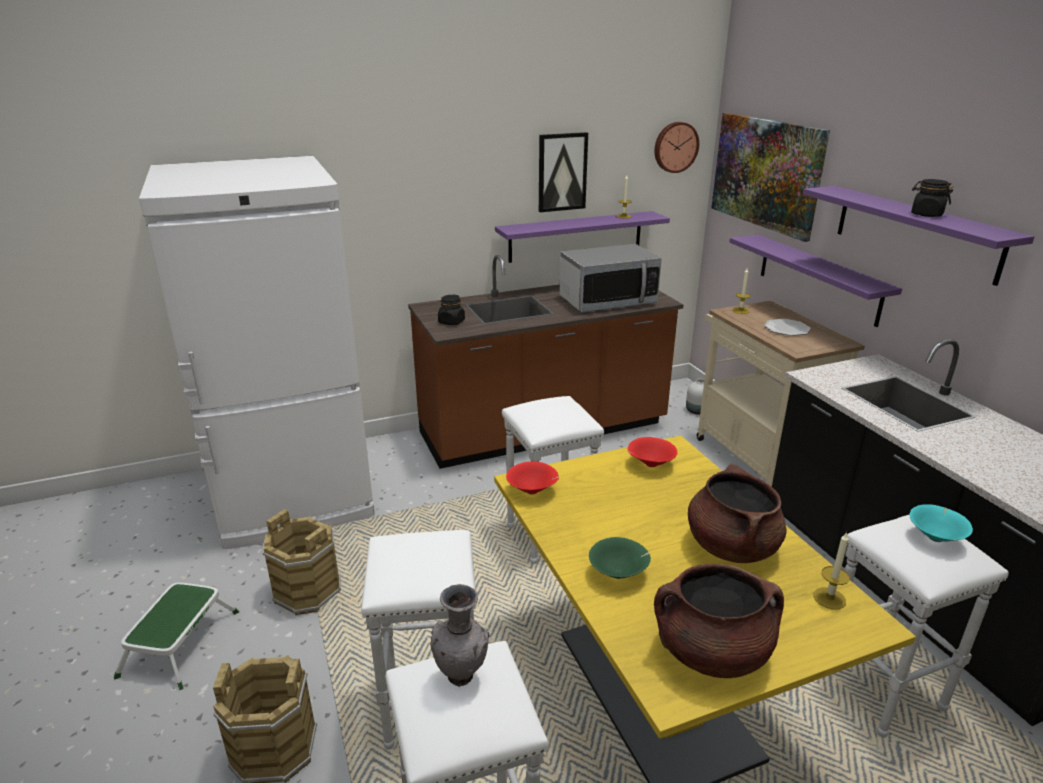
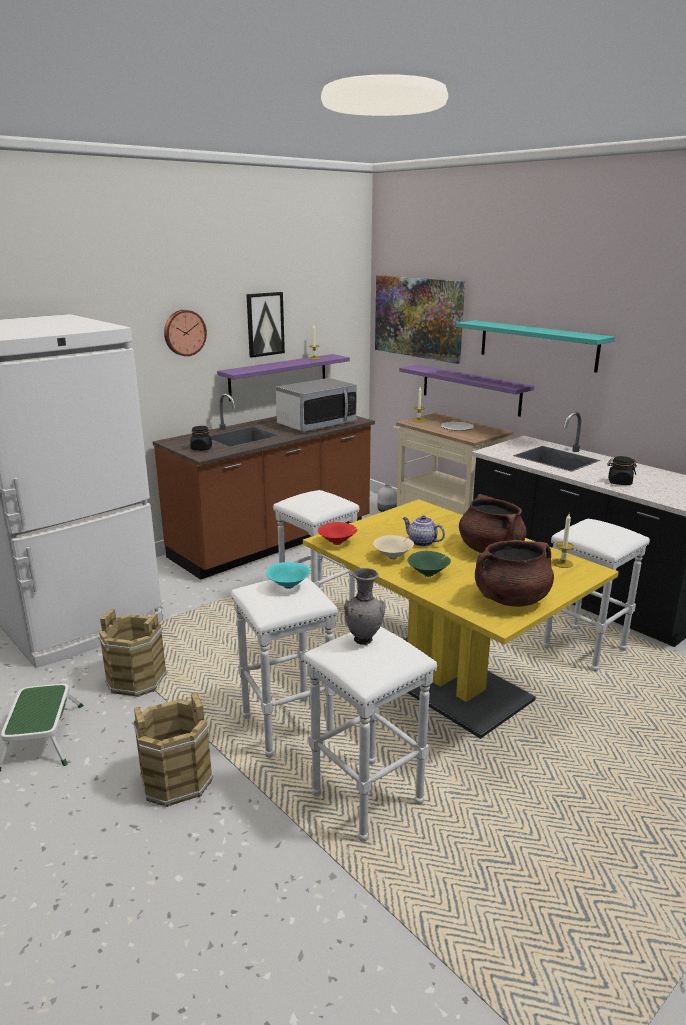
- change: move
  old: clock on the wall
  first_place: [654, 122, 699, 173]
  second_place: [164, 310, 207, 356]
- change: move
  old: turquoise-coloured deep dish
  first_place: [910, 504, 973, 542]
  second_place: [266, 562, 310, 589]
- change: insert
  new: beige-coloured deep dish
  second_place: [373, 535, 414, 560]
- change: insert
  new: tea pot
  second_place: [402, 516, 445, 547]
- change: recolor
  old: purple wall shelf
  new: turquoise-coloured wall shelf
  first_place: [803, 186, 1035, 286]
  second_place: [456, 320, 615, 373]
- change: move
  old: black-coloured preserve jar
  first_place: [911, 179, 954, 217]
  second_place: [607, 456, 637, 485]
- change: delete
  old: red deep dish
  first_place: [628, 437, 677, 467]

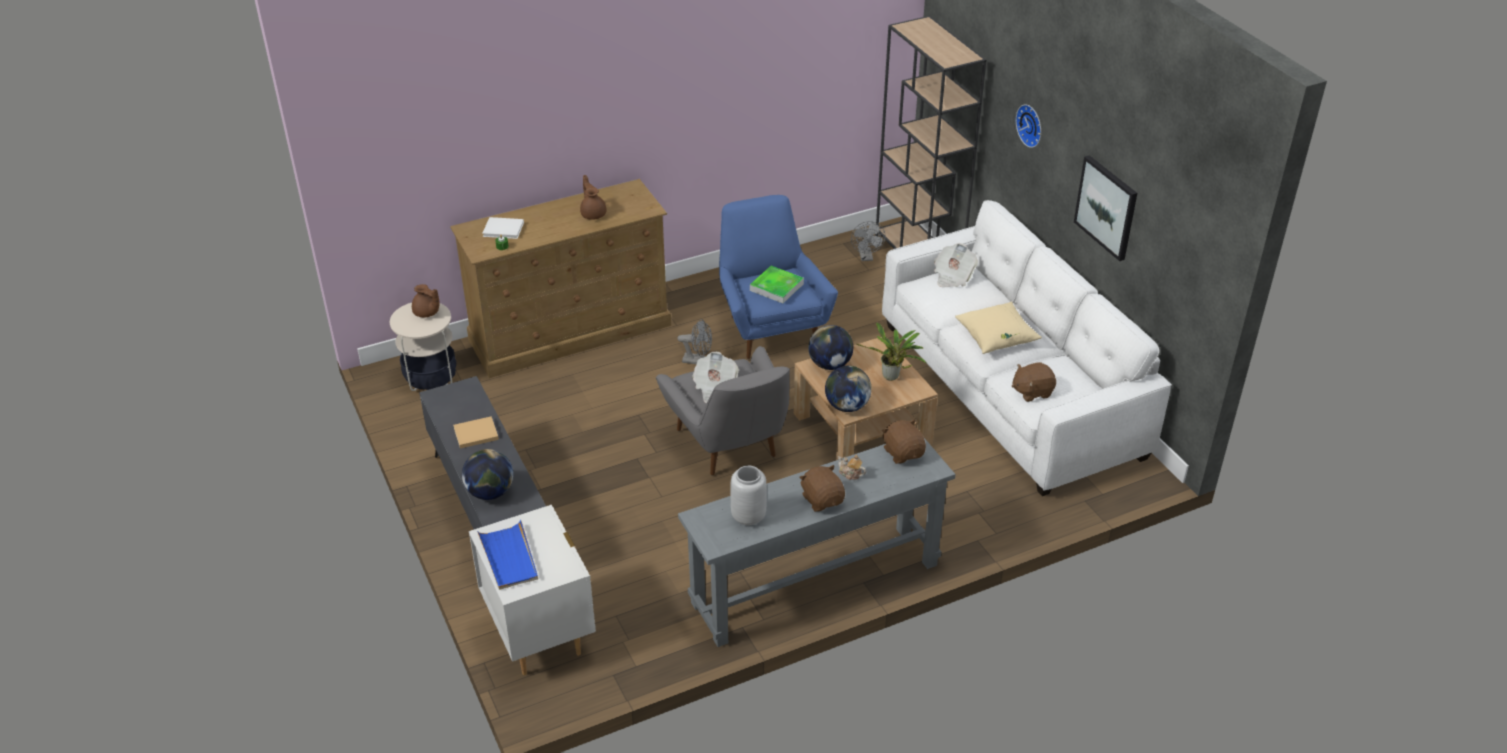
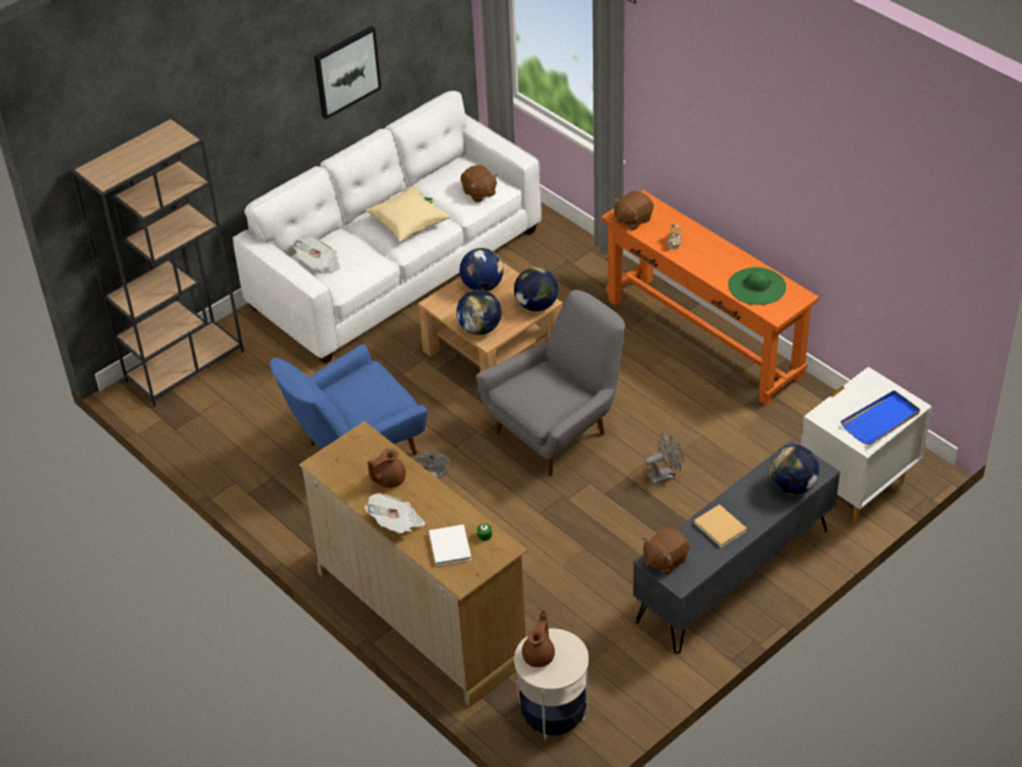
- change: move
  old: daily paper
  first_place: [692, 352, 739, 403]
  second_place: [364, 493, 426, 534]
- change: replace
  old: potted plant
  new: desk globe
  first_place: [857, 322, 927, 381]
  second_place: [460, 248, 503, 291]
- change: recolor
  old: gray hall table
  new: orange hall table
  first_place: [678, 438, 956, 647]
  second_place: [601, 190, 819, 405]
- change: move
  old: brown-coloured soft toy
  first_place: [799, 465, 845, 512]
  second_place: [643, 527, 690, 575]
- change: move
  old: gray cooling fan
  first_place: [851, 221, 886, 261]
  second_place: [645, 432, 684, 485]
- change: replace
  old: gray vase
  new: green hat
  first_place: [731, 466, 767, 526]
  second_place: [728, 267, 786, 305]
- change: delete
  old: tray
  first_place: [750, 266, 804, 303]
- change: delete
  old: clock on the wall
  first_place: [1016, 104, 1041, 148]

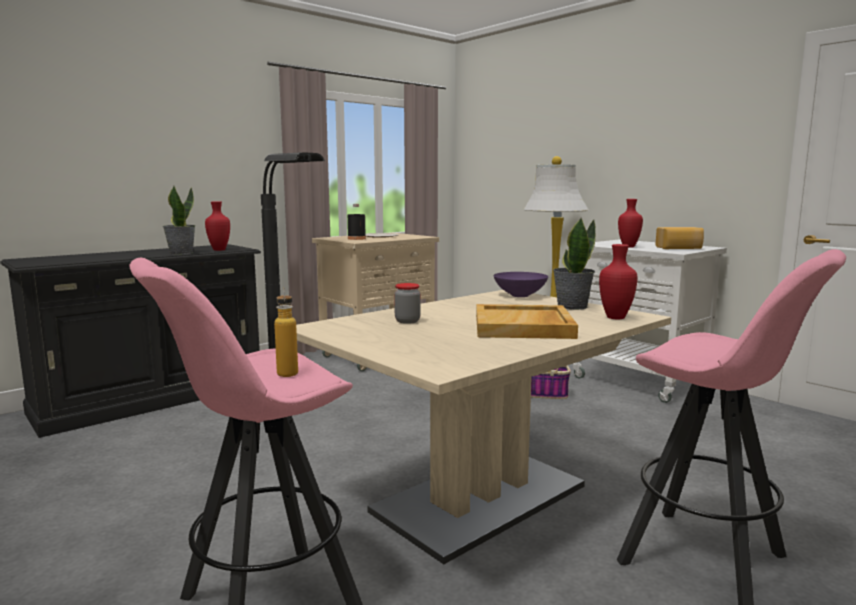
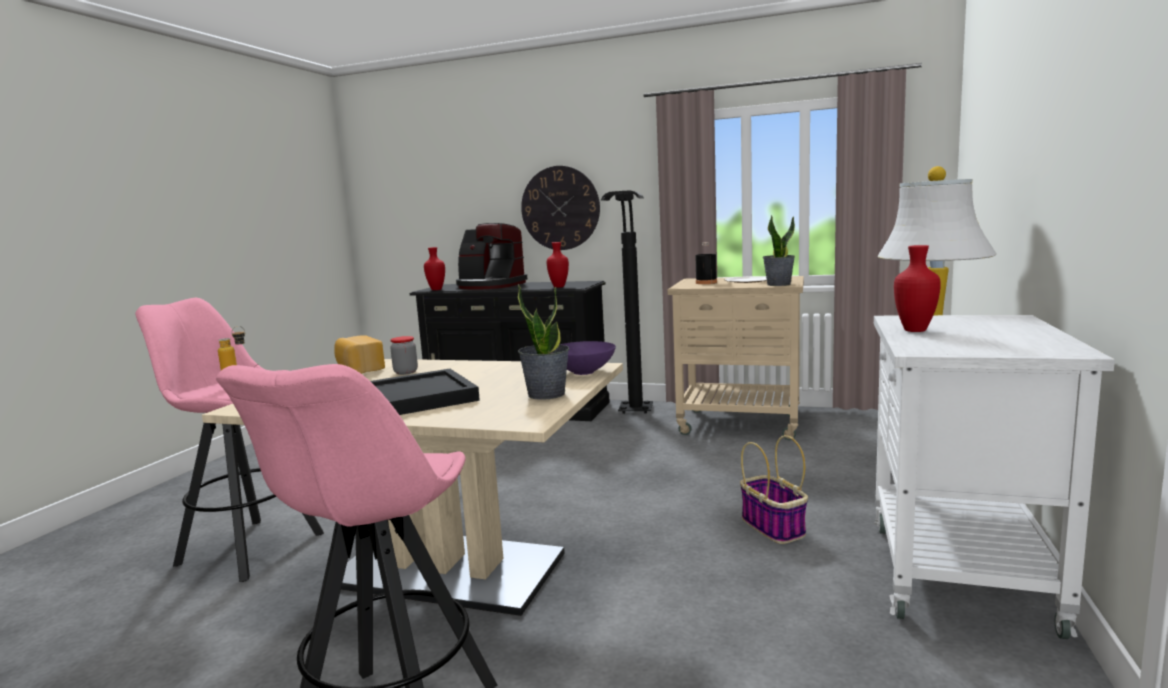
- change: move
  old: bakery bread
  first_place: [655, 227, 704, 249]
  second_place: [334, 335, 385, 374]
- change: recolor
  old: beige-coloured tray
  new: black-coloured tray
  first_place: [476, 304, 578, 339]
  second_place: [371, 369, 480, 415]
- change: move
  old: red vase
  first_place: [599, 244, 638, 319]
  second_place: [424, 247, 445, 290]
- change: insert
  new: coffee brewer
  second_place: [456, 223, 527, 290]
- change: insert
  new: clock on the wall
  second_place: [521, 166, 600, 250]
- change: move
  old: potted plant
  first_place: [163, 186, 195, 255]
  second_place: [763, 215, 795, 286]

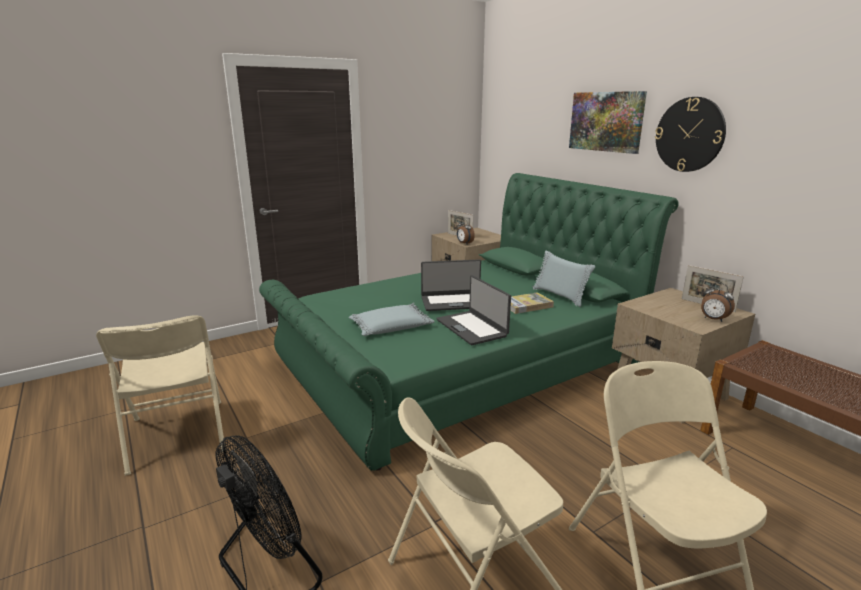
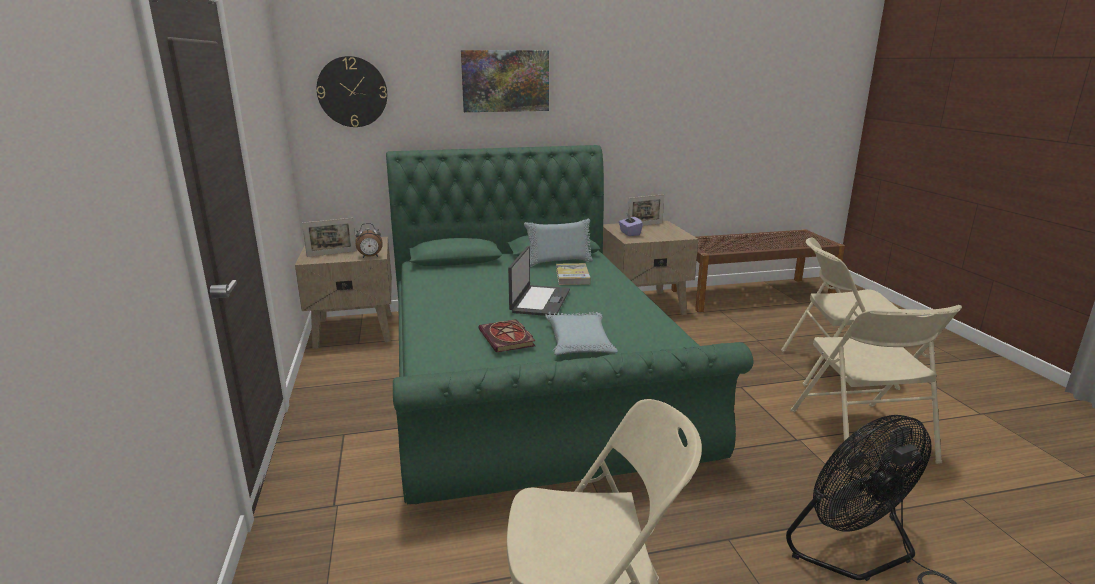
- change: move
  old: clock on the wall
  first_place: [655, 97, 726, 172]
  second_place: [317, 56, 387, 127]
- change: insert
  new: bound book
  second_place: [478, 319, 536, 353]
- change: insert
  new: purple box of tissues
  second_place: [619, 214, 643, 236]
- change: delete
  old: portable computer
  first_place: [437, 275, 511, 345]
- change: delete
  old: bedside clock
  first_place: [701, 283, 735, 322]

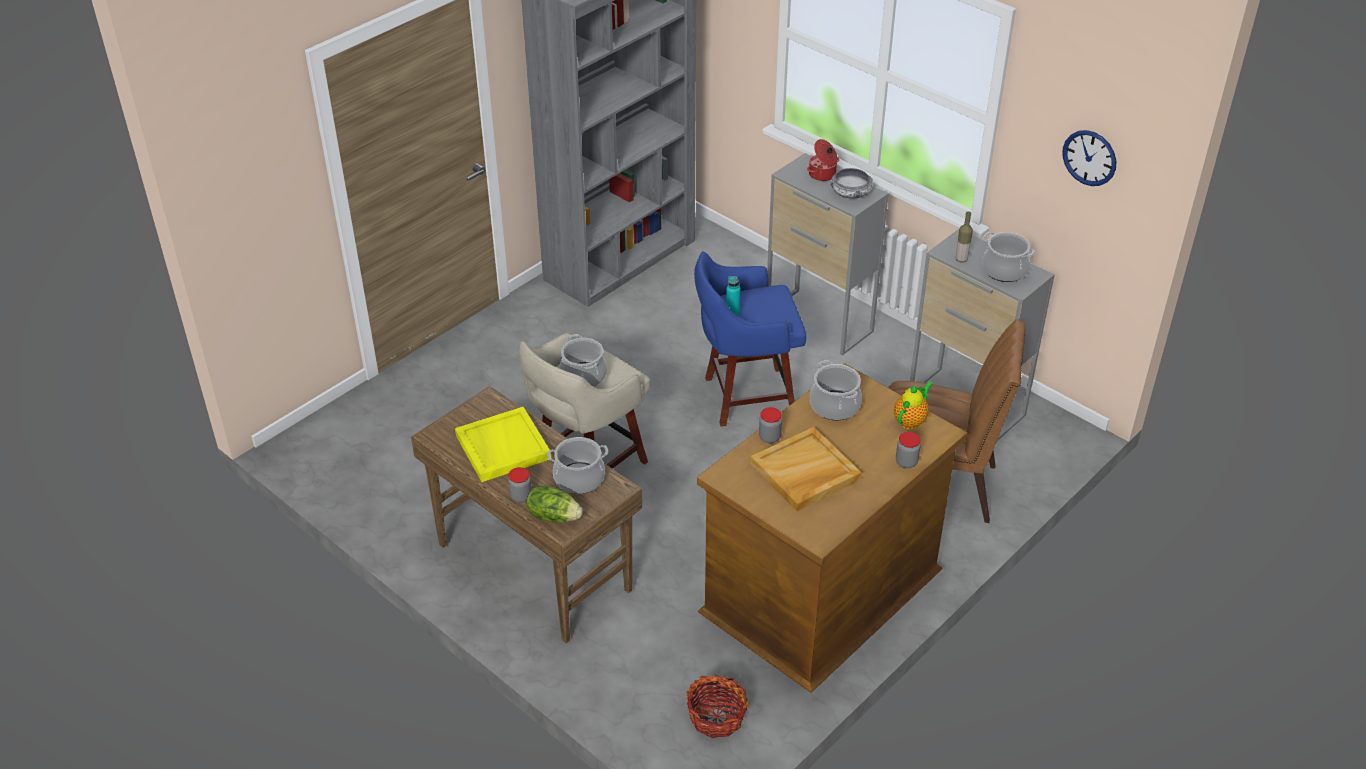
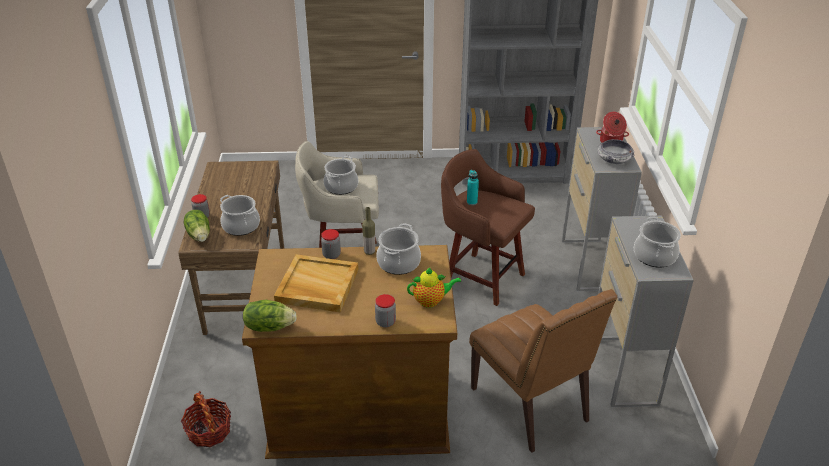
- change: insert
  new: lettuce
  second_place: [243, 300, 297, 332]
- change: move
  old: drink bottle
  first_place: [956, 211, 973, 263]
  second_place: [362, 207, 375, 255]
- change: recolor
  old: blue-coloured stool seat
  new: brown-coloured stool seat
  first_place: [694, 251, 806, 426]
  second_place: [441, 149, 535, 306]
- change: delete
  old: yellowish tray
  first_place: [455, 407, 551, 482]
- change: delete
  old: clock on the wall
  first_place: [1062, 130, 1116, 186]

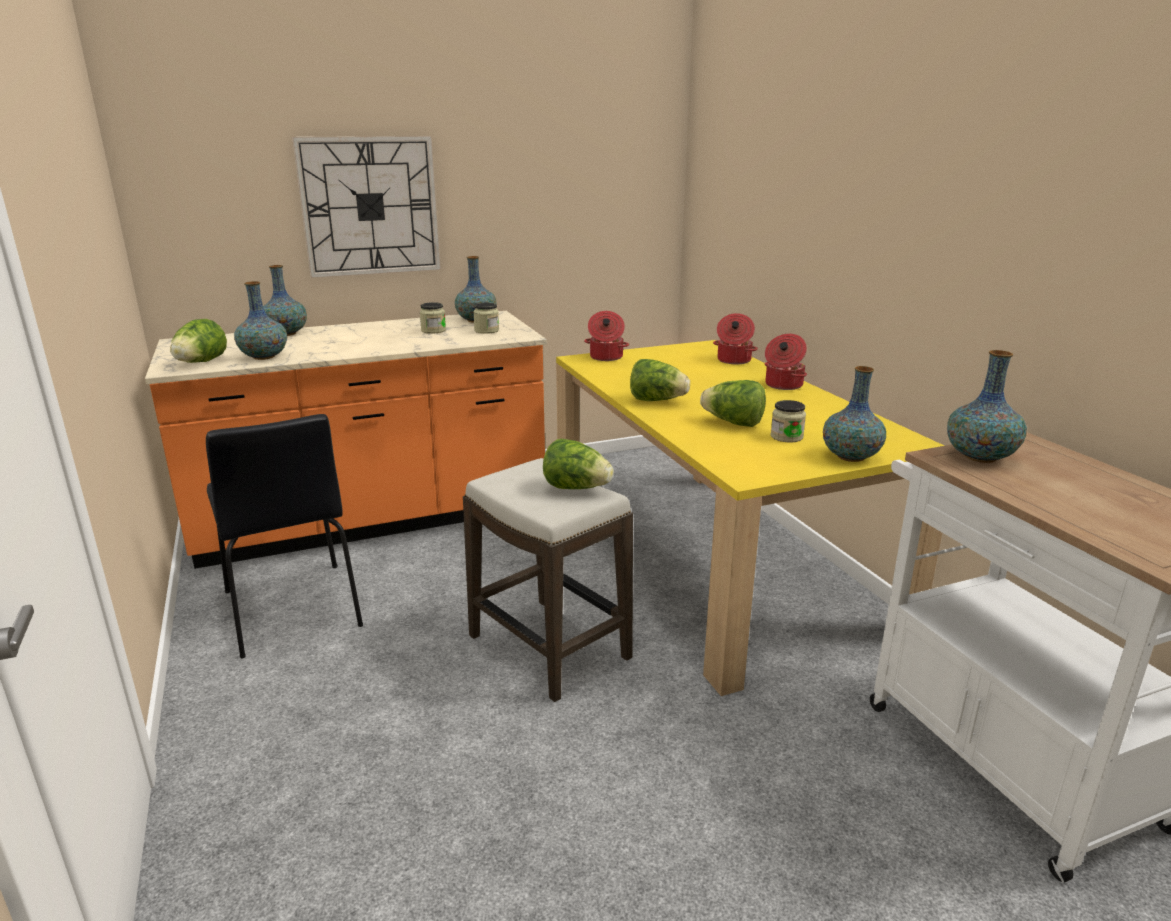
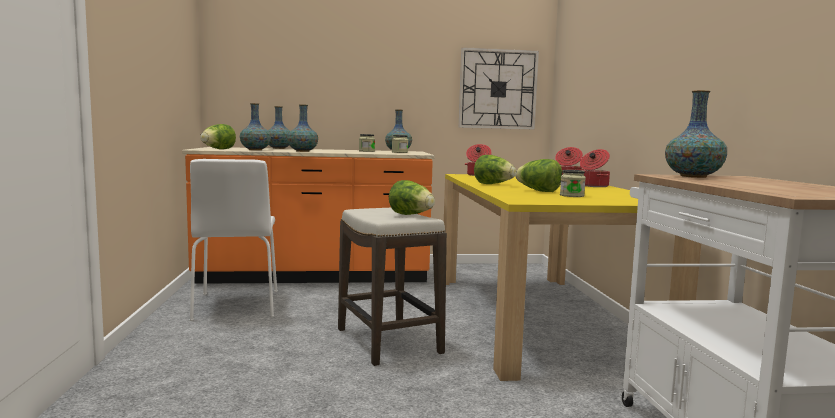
- change: recolor
  old: black-coloured plain chair
  new: white plain chair
  first_place: [206, 414, 363, 659]
  second_place: [190, 159, 278, 321]
- change: move
  old: vase
  first_place: [823, 366, 886, 462]
  second_place: [287, 104, 318, 152]
- change: move
  old: clock on the wall
  first_place: [292, 136, 441, 278]
  second_place: [459, 47, 539, 130]

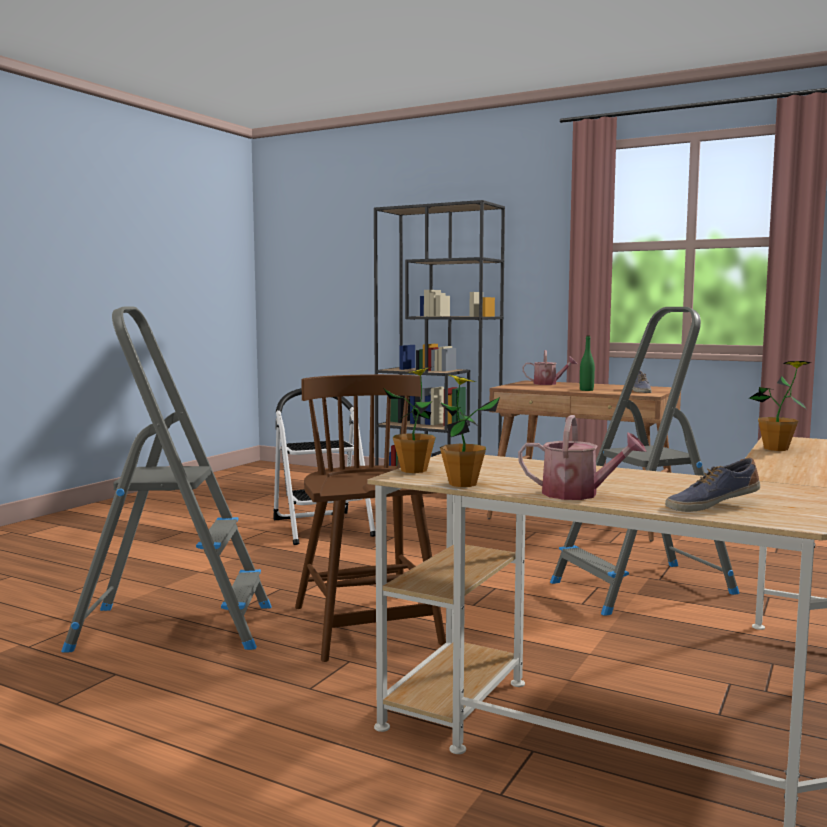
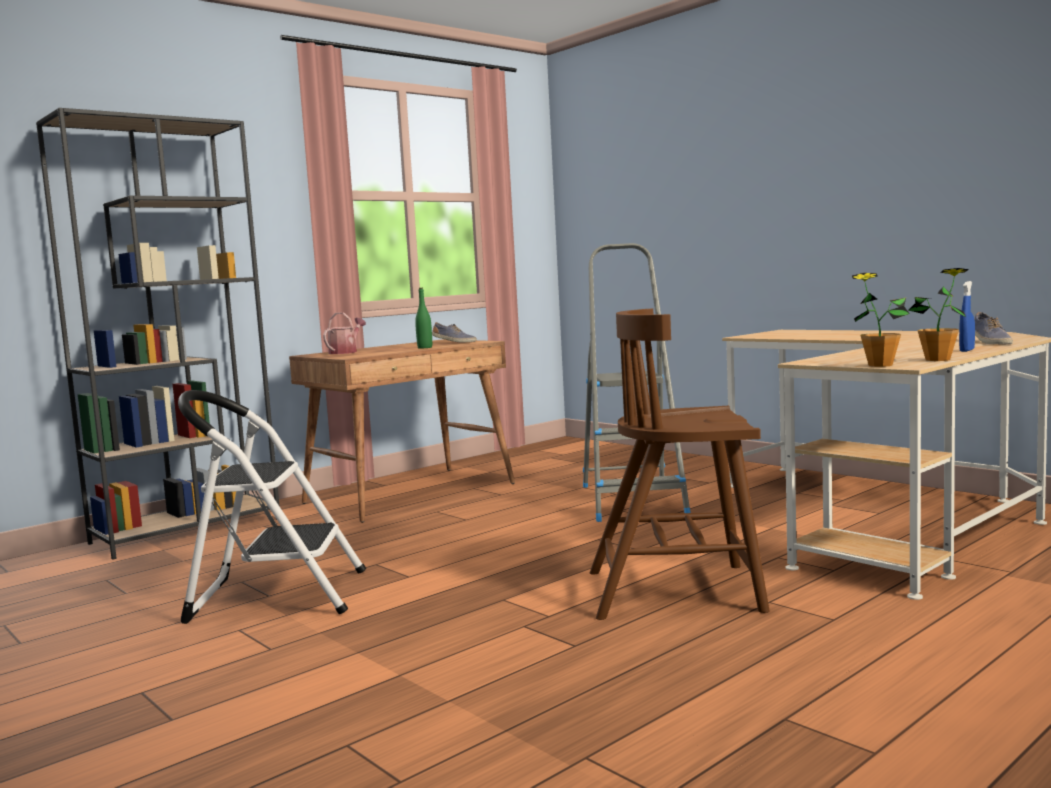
- change: replace
  old: watering pot
  new: blue-coloured spray bottle
  first_place: [518, 415, 647, 500]
  second_place: [959, 281, 975, 352]
- change: delete
  old: gray step stool
  first_place: [61, 307, 272, 653]
- change: delete
  old: potted plant
  first_place: [749, 361, 812, 451]

